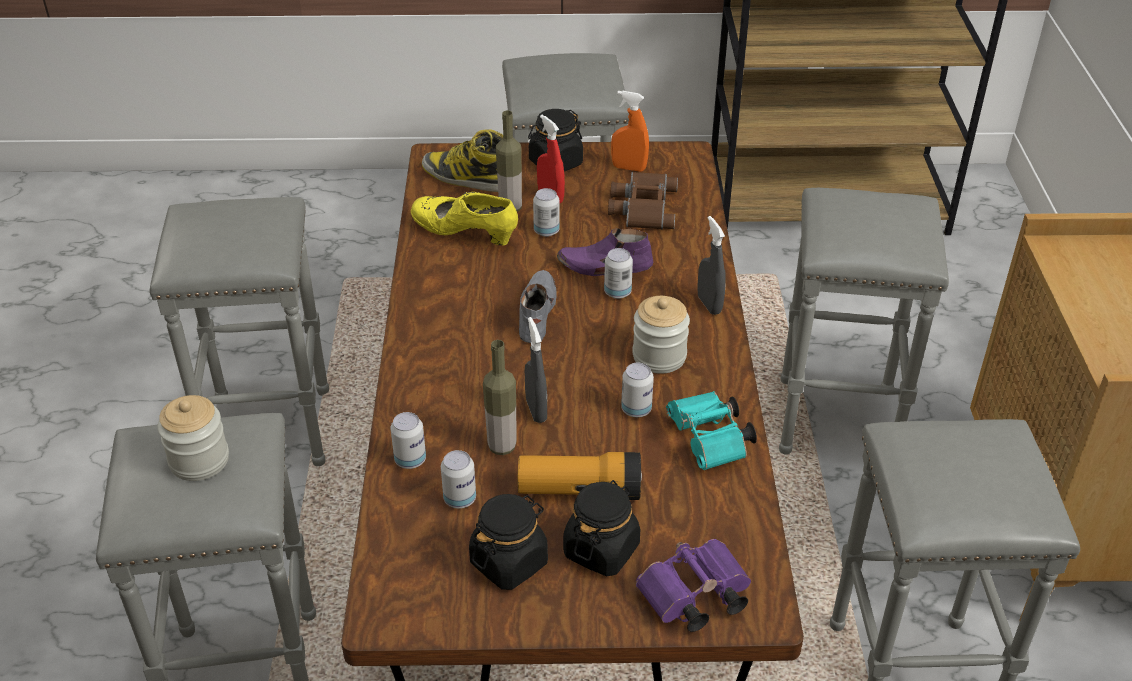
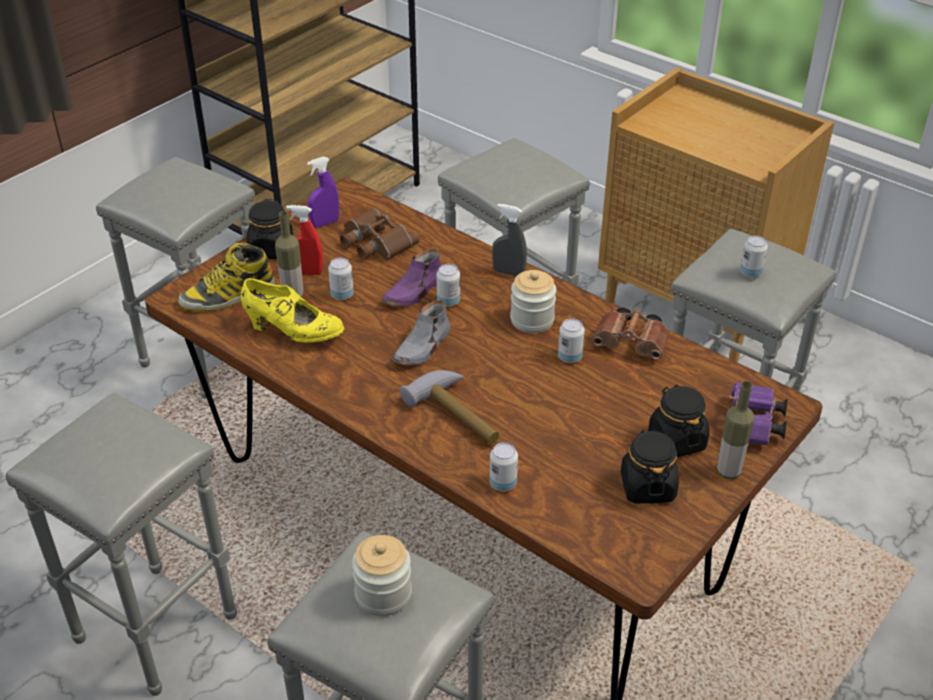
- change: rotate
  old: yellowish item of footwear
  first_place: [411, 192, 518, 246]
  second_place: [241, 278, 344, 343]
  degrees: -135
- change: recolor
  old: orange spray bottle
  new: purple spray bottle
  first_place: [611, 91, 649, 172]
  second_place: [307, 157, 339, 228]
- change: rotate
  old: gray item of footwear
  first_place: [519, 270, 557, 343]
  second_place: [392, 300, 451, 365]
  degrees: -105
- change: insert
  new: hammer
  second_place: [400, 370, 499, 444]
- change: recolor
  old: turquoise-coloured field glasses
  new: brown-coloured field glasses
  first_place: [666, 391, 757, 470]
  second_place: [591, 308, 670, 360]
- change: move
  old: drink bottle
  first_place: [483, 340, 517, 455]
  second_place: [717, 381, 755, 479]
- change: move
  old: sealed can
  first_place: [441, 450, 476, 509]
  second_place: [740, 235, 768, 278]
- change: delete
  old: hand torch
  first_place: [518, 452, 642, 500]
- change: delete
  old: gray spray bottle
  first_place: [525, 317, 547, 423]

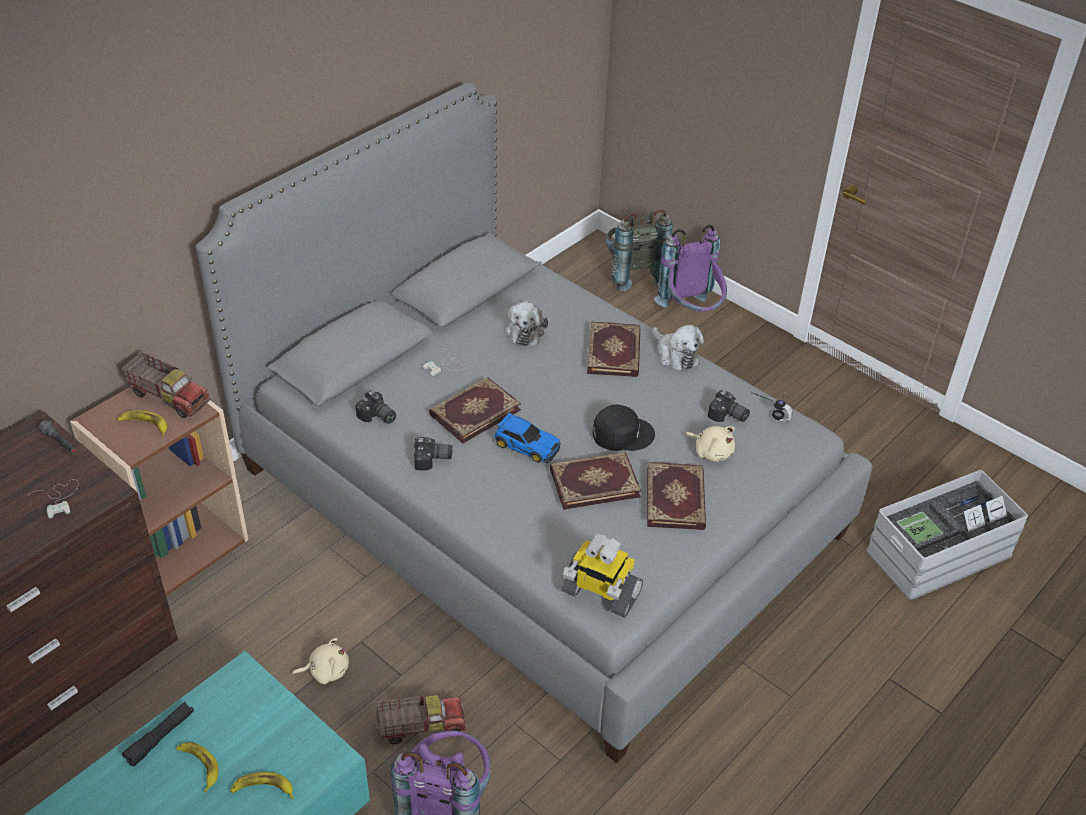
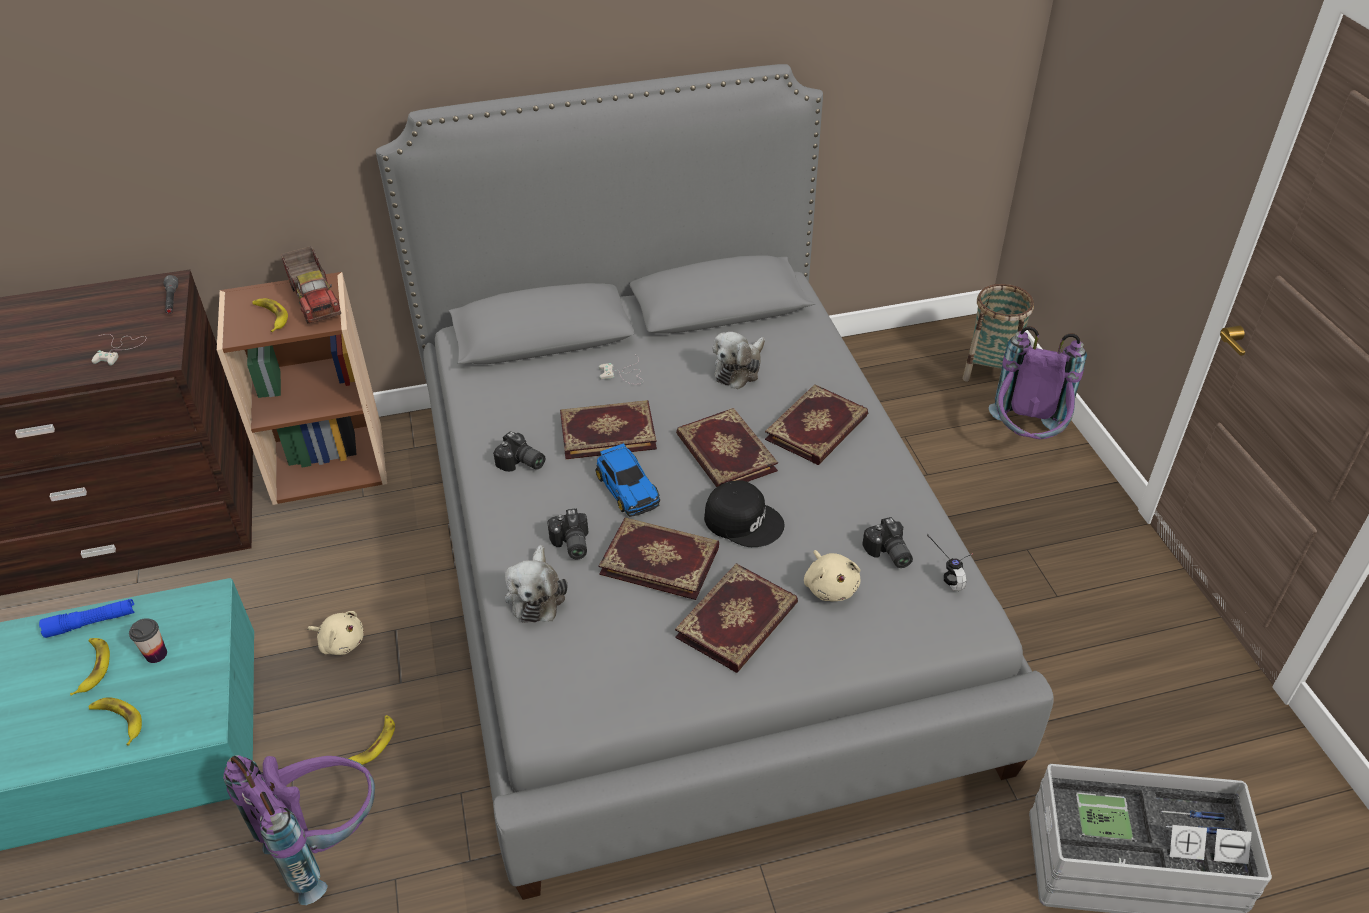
- change: recolor
  old: black-coloured hand torch
  new: blue-coloured hand torch
  first_place: [122, 702, 194, 766]
  second_place: [39, 599, 135, 638]
- change: insert
  new: drinking cup
  second_place: [129, 618, 167, 663]
- change: replace
  old: model truck
  new: banana fruit
  first_place: [374, 695, 466, 744]
  second_place: [348, 715, 395, 765]
- change: move
  old: soft toy
  first_place: [653, 325, 704, 371]
  second_place: [505, 545, 567, 623]
- change: move
  old: still camera
  first_place: [356, 390, 396, 424]
  second_place: [547, 509, 589, 559]
- change: insert
  new: bound book
  second_place: [676, 408, 778, 487]
- change: replace
  old: gray knapsack
  new: basket
  first_place: [606, 209, 673, 291]
  second_place: [962, 284, 1034, 382]
- change: delete
  old: robot figure
  first_place: [561, 534, 643, 618]

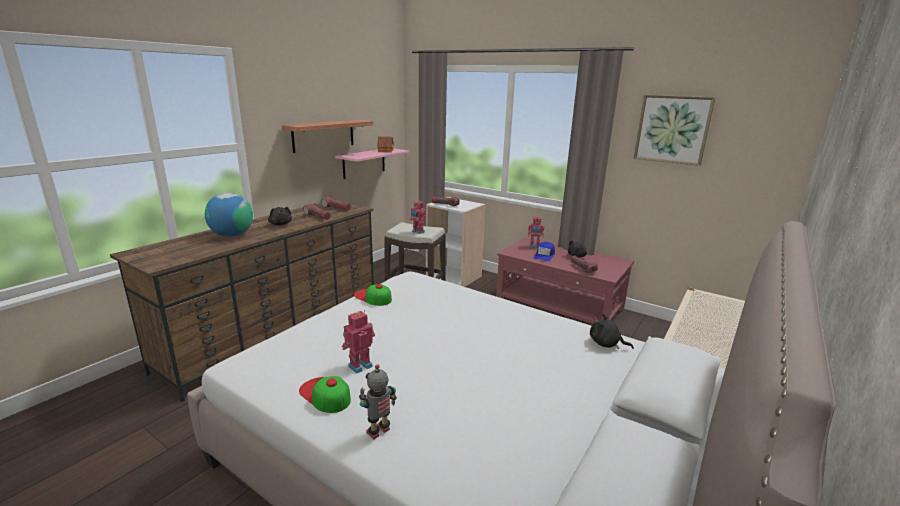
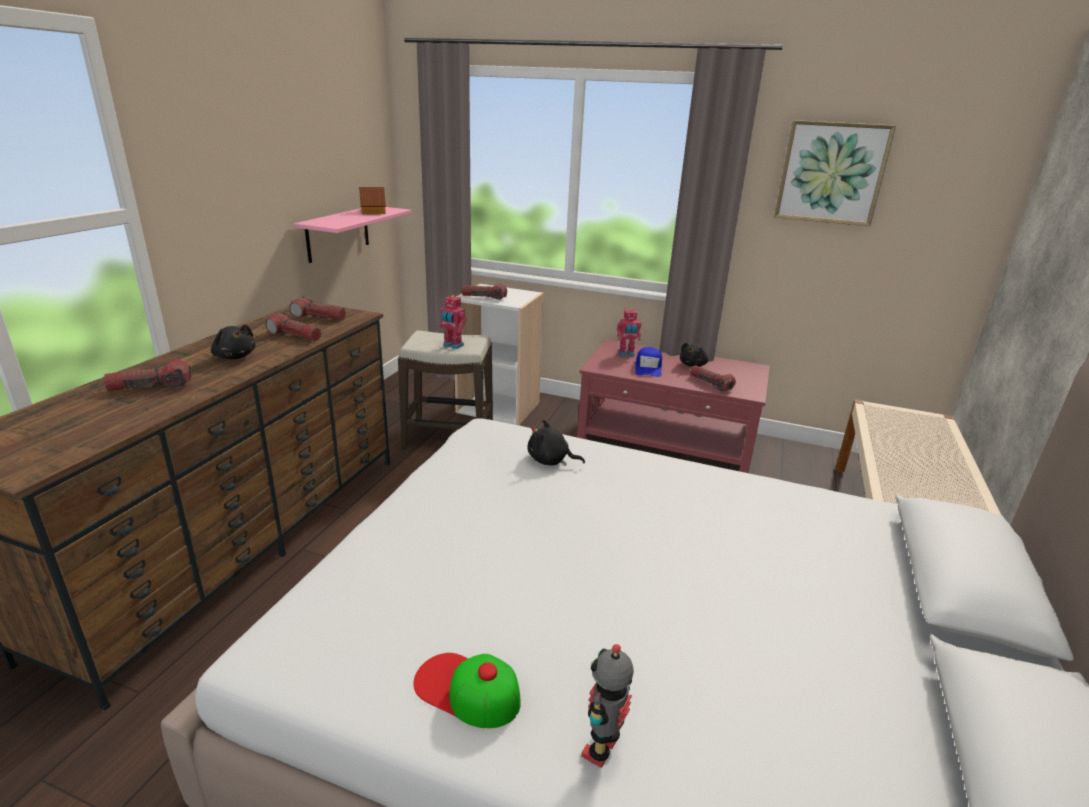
- change: replace
  old: desk globe
  new: hand torch
  first_place: [205, 193, 253, 237]
  second_place: [104, 359, 192, 391]
- change: move
  old: black-coloured soft toy
  first_place: [590, 313, 634, 349]
  second_place: [528, 420, 585, 466]
- change: delete
  old: wall shelf
  first_place: [282, 120, 373, 153]
- change: delete
  old: robot figure
  first_place: [342, 310, 375, 373]
- change: delete
  old: cap
  first_place: [354, 284, 392, 306]

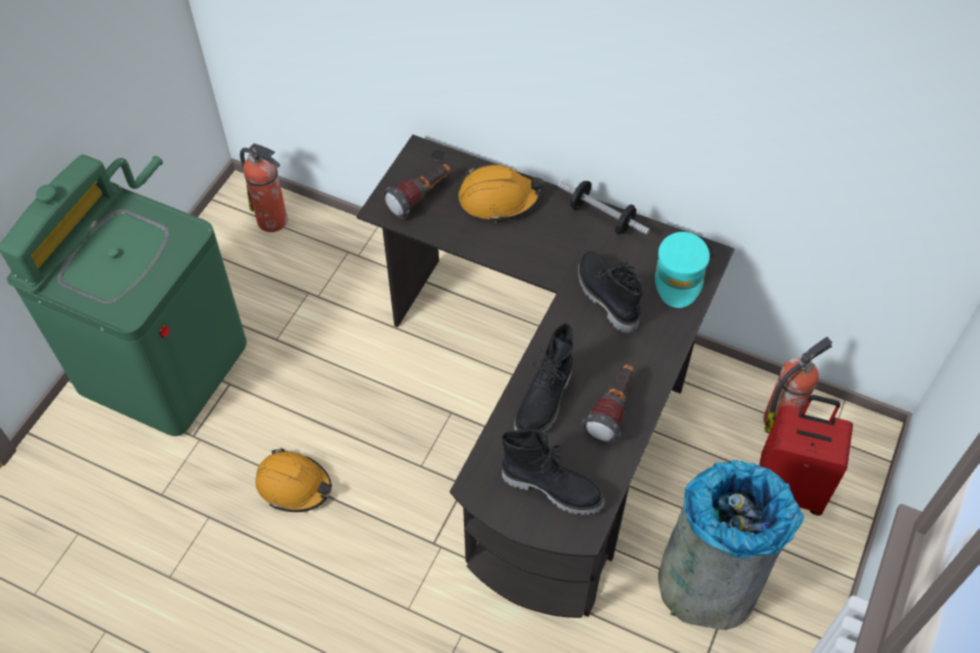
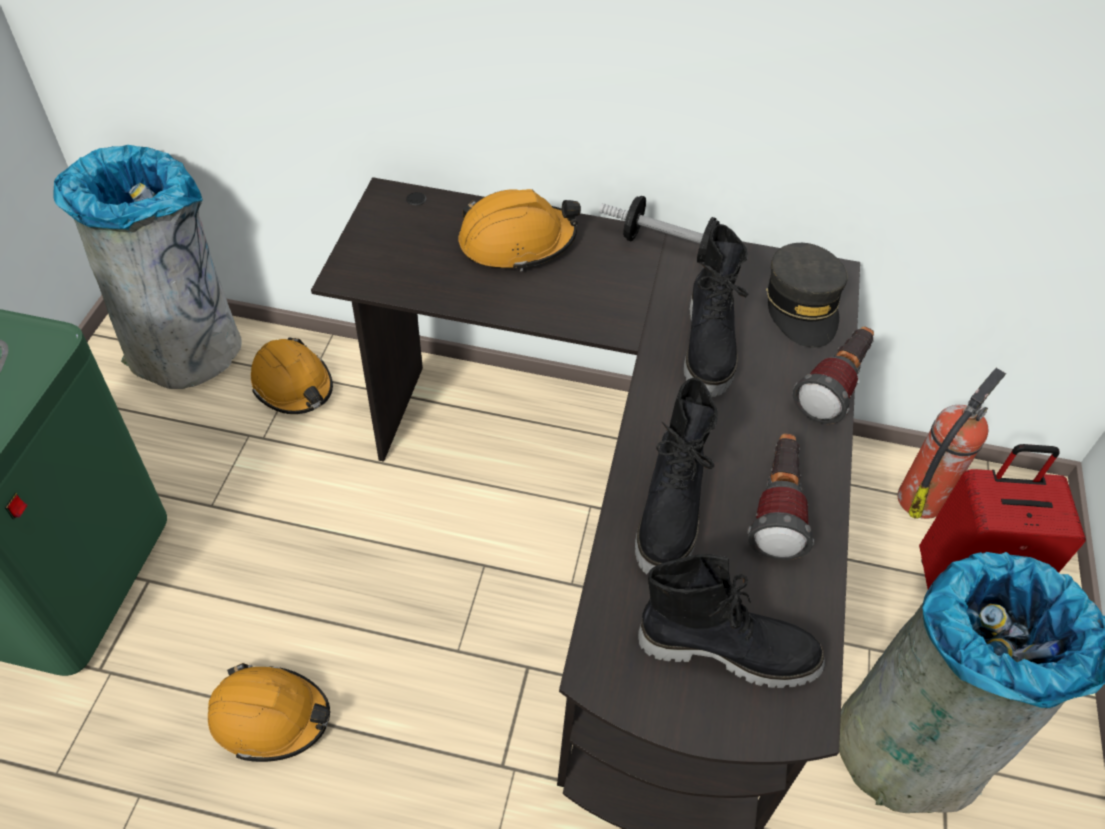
- change: replace
  old: fire extinguisher
  new: gray rubbish bin
  first_place: [240, 143, 288, 232]
  second_place: [53, 145, 242, 389]
- change: insert
  new: orange safety helmet
  second_place: [251, 338, 333, 414]
- change: rotate
  old: black-coloured boot
  first_place: [578, 251, 643, 333]
  second_place: [683, 224, 749, 397]
  degrees: -135
- change: recolor
  old: turquoise-coloured cap
  new: gray cap
  first_place: [655, 232, 710, 308]
  second_place: [766, 243, 848, 348]
- change: move
  old: hand torch
  first_place: [383, 164, 451, 219]
  second_place: [793, 326, 874, 424]

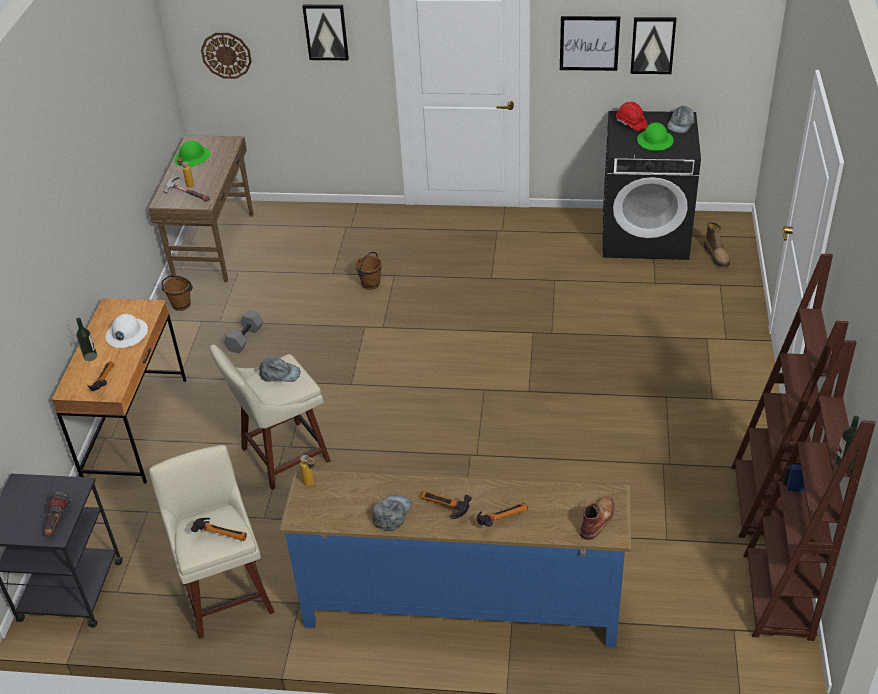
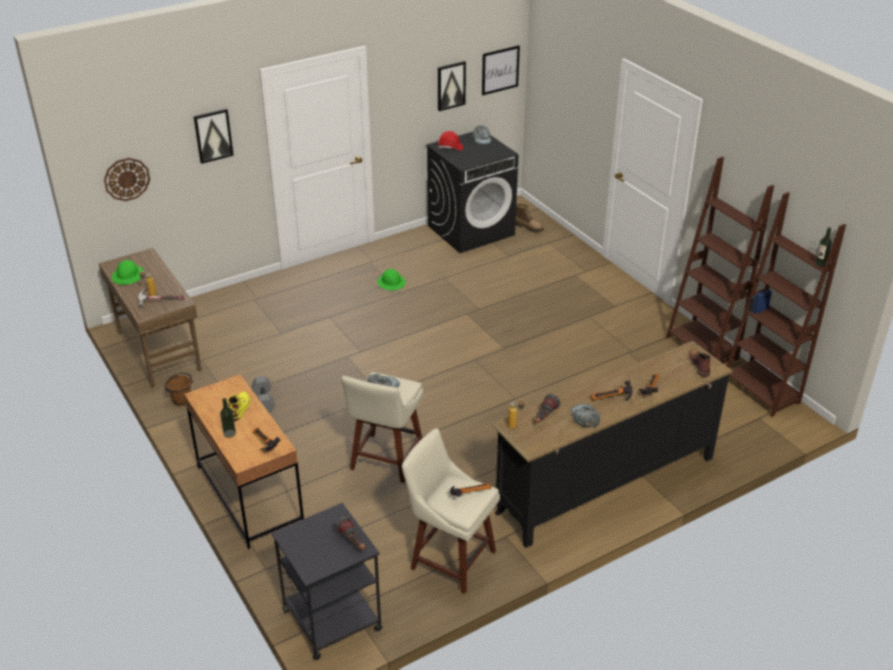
- change: replace
  old: white safety helmet
  new: yellowish boot
  first_place: [106, 314, 148, 348]
  second_place: [228, 391, 250, 421]
- change: move
  old: green safety helmet
  first_place: [637, 122, 674, 151]
  second_place: [377, 269, 406, 290]
- change: move
  old: picture
  first_place: [560, 16, 620, 71]
  second_place: [482, 45, 520, 96]
- change: recolor
  old: blue-coloured cupboard
  new: black-coloured cupboard
  first_place: [279, 469, 631, 647]
  second_place: [491, 341, 733, 548]
- change: insert
  new: hand torch
  second_place: [535, 394, 561, 423]
- change: delete
  old: brown-coloured water bucket
  first_place: [356, 252, 382, 290]

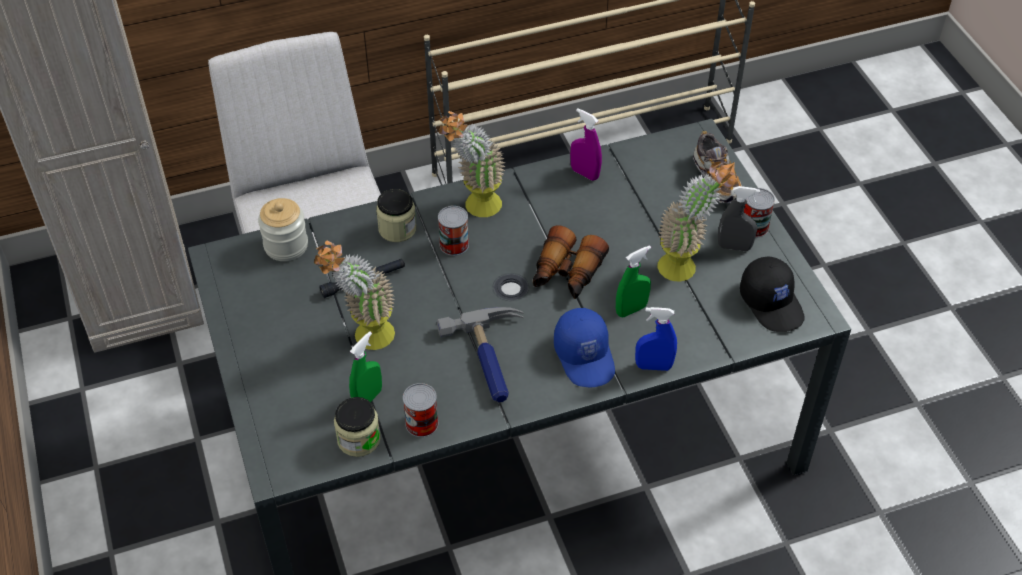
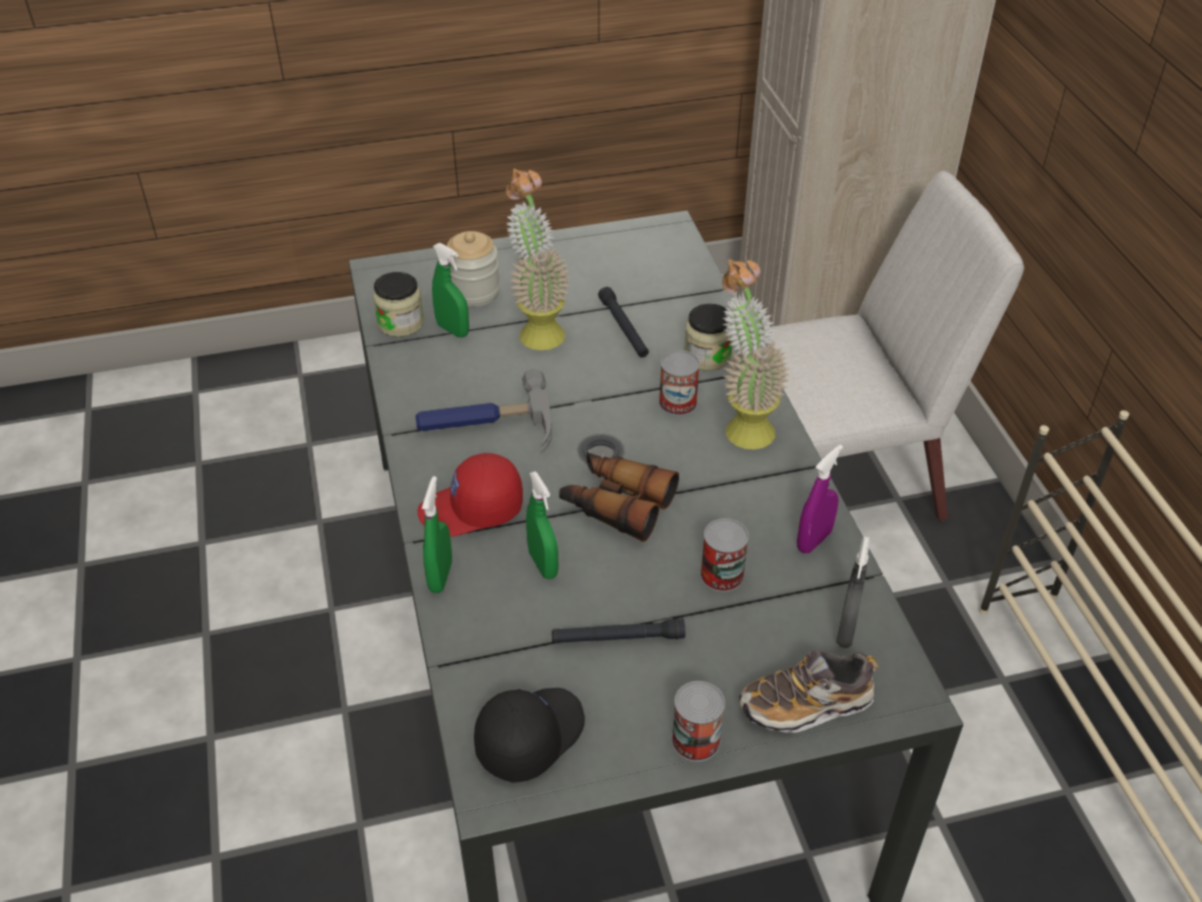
- change: recolor
  old: blue-coloured cap
  new: red cap
  first_place: [554, 308, 615, 387]
  second_place: [417, 453, 523, 537]
- change: recolor
  old: blue-coloured spray bottle
  new: green spray bottle
  first_place: [635, 307, 677, 371]
  second_place: [422, 476, 452, 593]
- change: move
  old: preserve jar
  first_place: [258, 198, 308, 261]
  second_place: [447, 231, 500, 307]
- change: rotate
  old: black-coloured cap
  first_place: [740, 256, 805, 332]
  second_place: [474, 688, 585, 783]
  degrees: 150
- change: replace
  old: potted plant
  new: black-coloured hand torch
  first_place: [657, 162, 739, 282]
  second_place: [552, 618, 685, 643]
- change: move
  old: sealed can
  first_place: [403, 383, 438, 437]
  second_place: [701, 518, 749, 592]
- change: move
  old: gray spray bottle
  first_place: [718, 186, 760, 251]
  second_place: [836, 536, 870, 648]

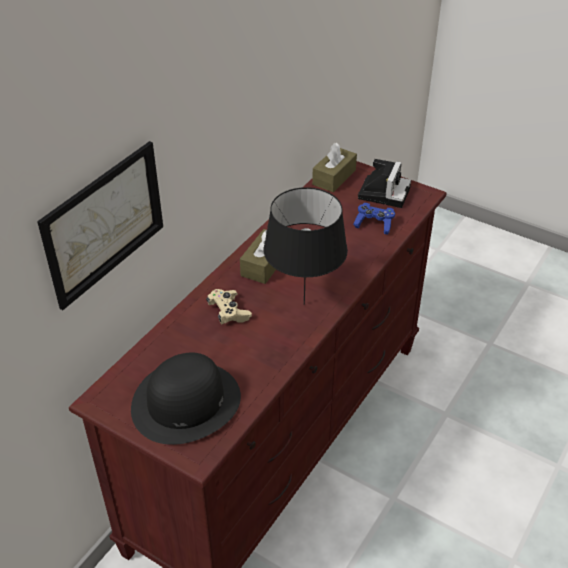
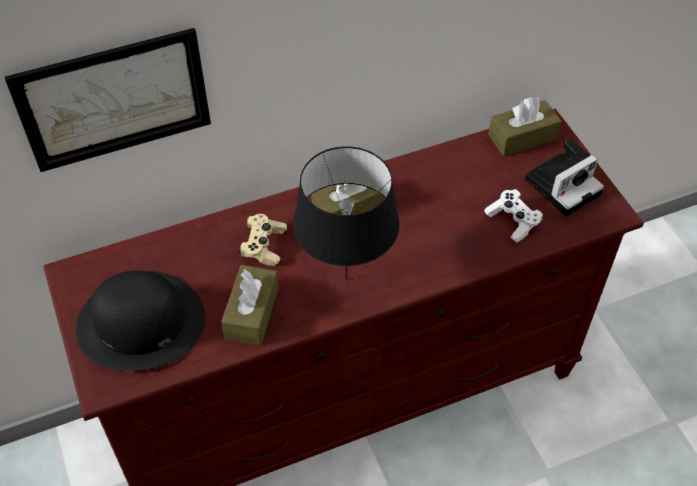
- change: insert
  new: brown-coloured box of tissues
  second_place: [221, 265, 279, 345]
- change: recolor
  old: blue-coloured joypad
  new: white joypad
  first_place: [353, 203, 395, 235]
  second_place: [485, 189, 544, 243]

